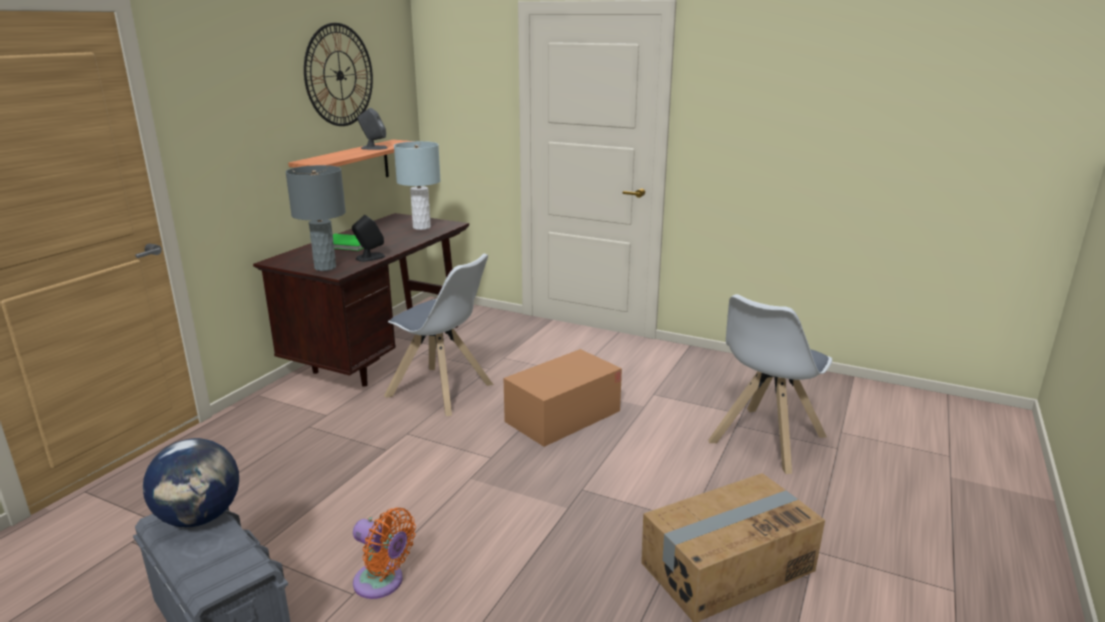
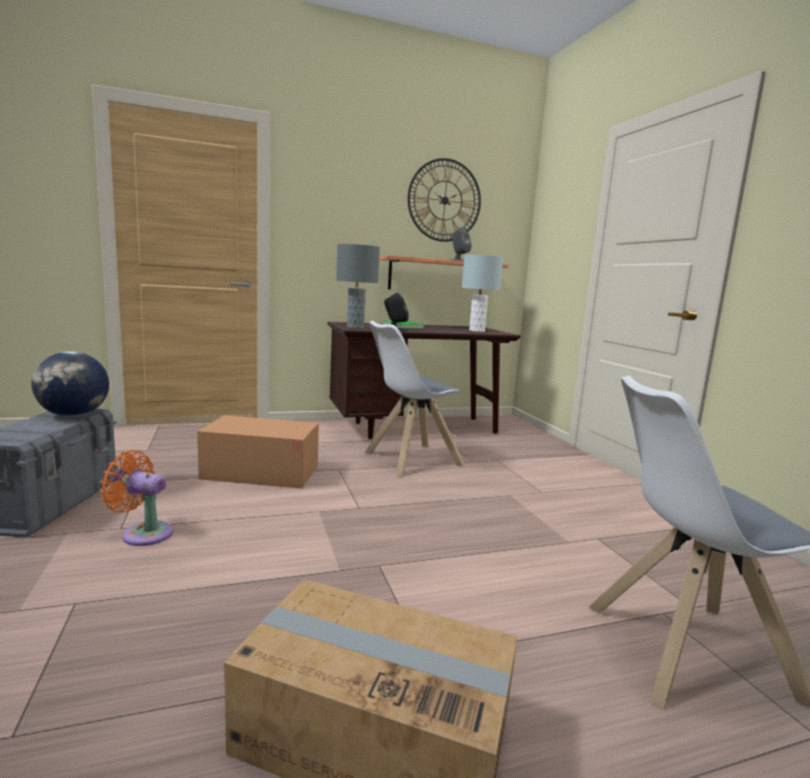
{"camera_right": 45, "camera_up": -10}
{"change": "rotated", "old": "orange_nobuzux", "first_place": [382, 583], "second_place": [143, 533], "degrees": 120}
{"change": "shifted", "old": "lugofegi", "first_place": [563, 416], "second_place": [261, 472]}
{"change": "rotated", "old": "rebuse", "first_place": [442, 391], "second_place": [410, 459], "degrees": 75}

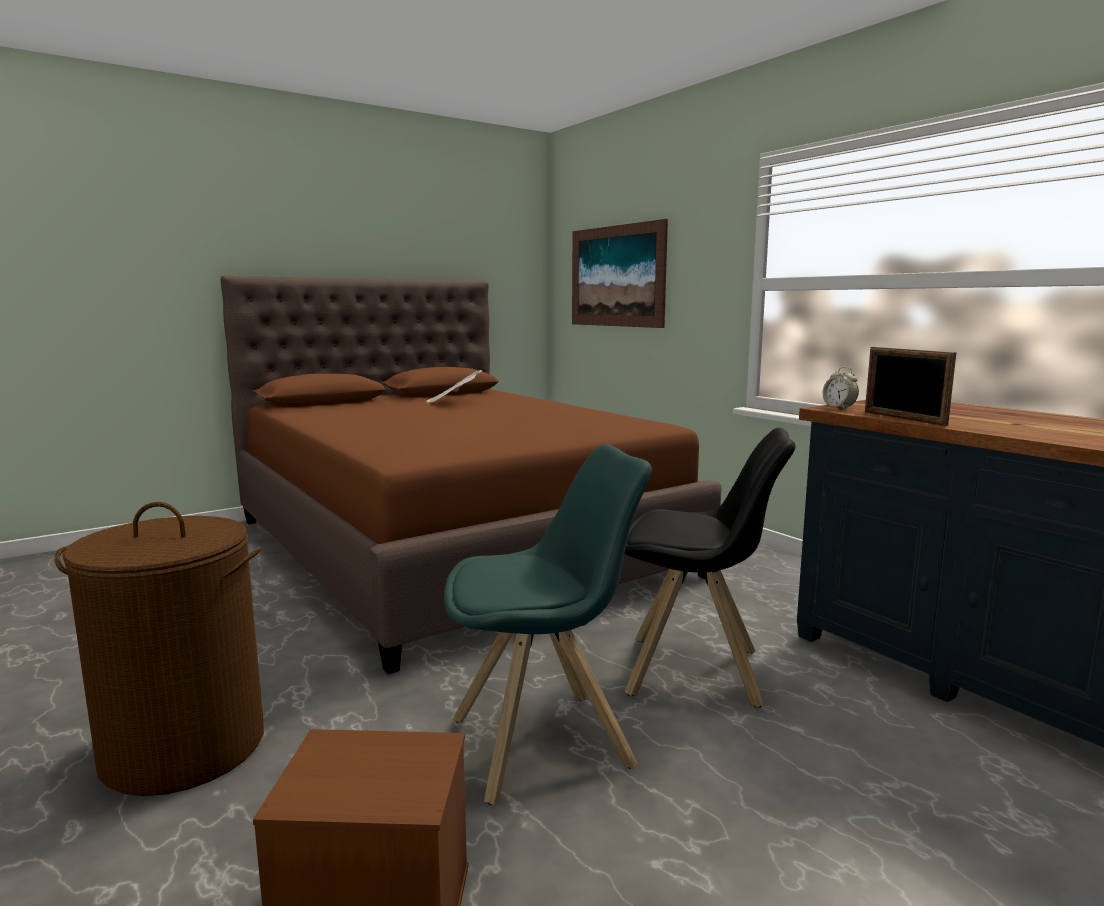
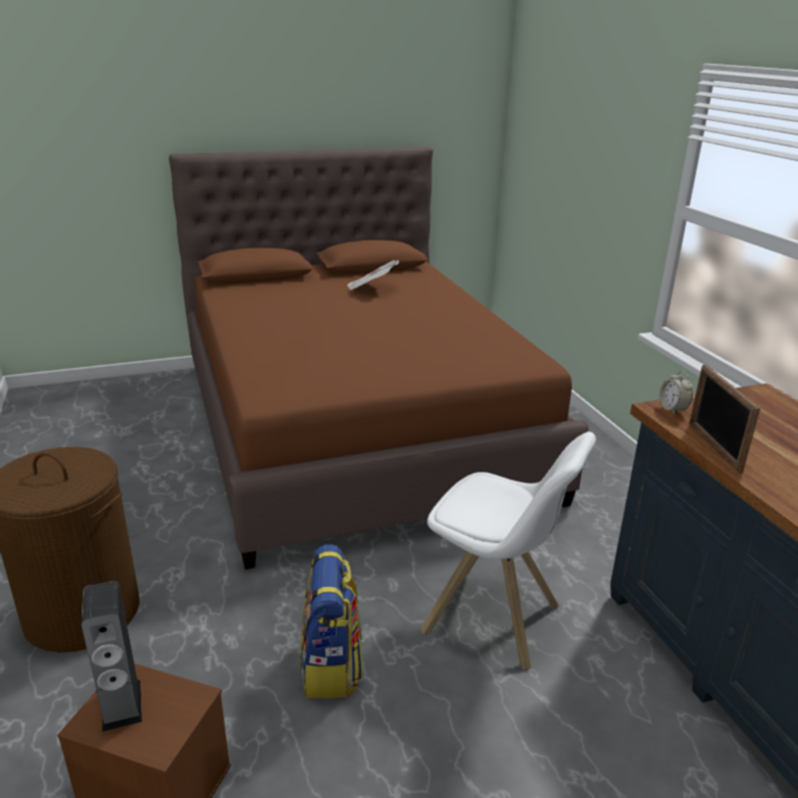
{"camera_right": 15, "camera_up": 15}
{"change": "new", "new": "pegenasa", "second_place": [122, 705]}
{"change": "swapped", "old": "turquoise_rebuse", "new": "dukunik", "first_place": [543, 743], "second_place": [332, 666]}
{"change": "repainted", "old": "black_rebuse", "new": "white_rebuse", "first_place": [695, 671], "second_place": [493, 618]}
{"change": "gone", "old": "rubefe", "first_place": [616, 276]}

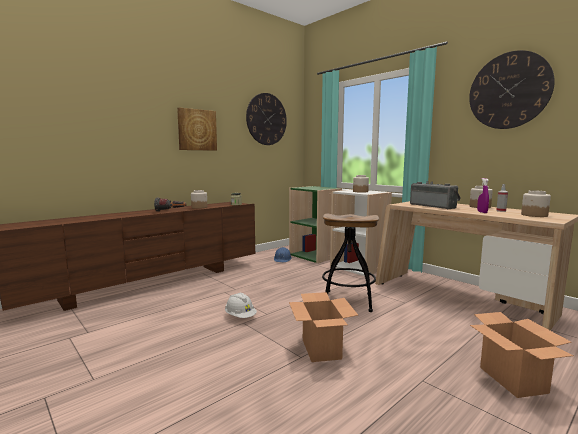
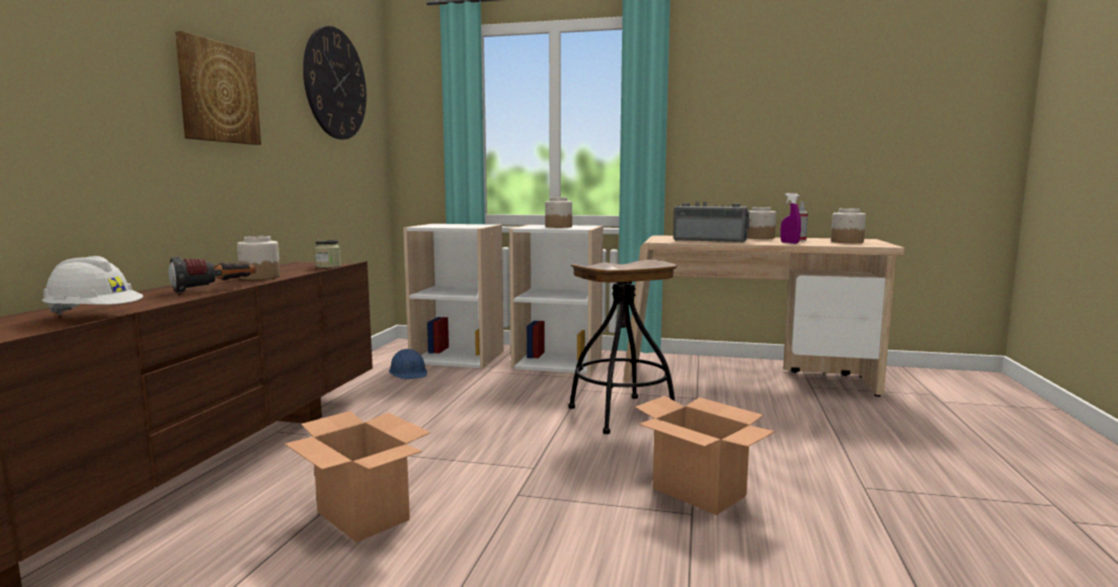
{"camera_right": -35, "camera_up": 0}
{"change": "shifted", "old": "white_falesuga", "first_place": [240, 317], "second_place": [95, 316]}
{"change": "shifted", "old": "lugofegi", "first_place": [513, 380], "second_place": [364, 516]}
{"change": "repainted", "old": "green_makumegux", "new": "white_makumegux", "first_place": [315, 255], "second_place": [459, 357]}
{"change": "gone", "old": "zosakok", "first_place": [509, 91]}

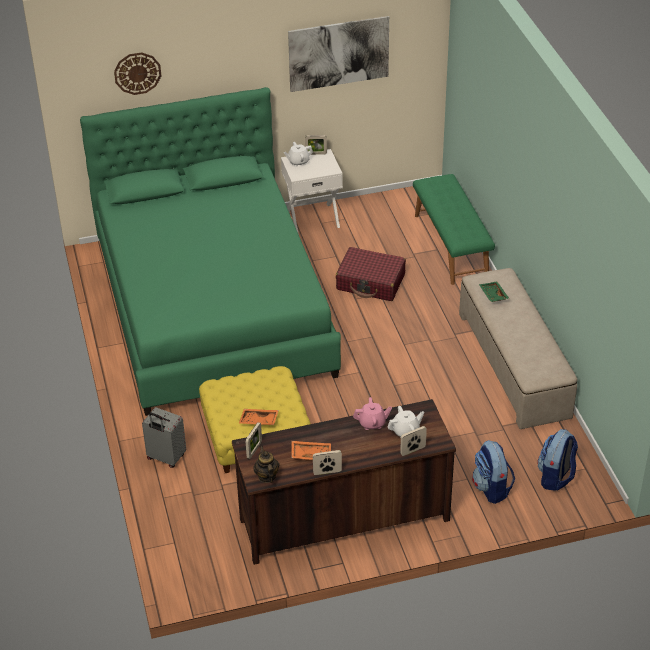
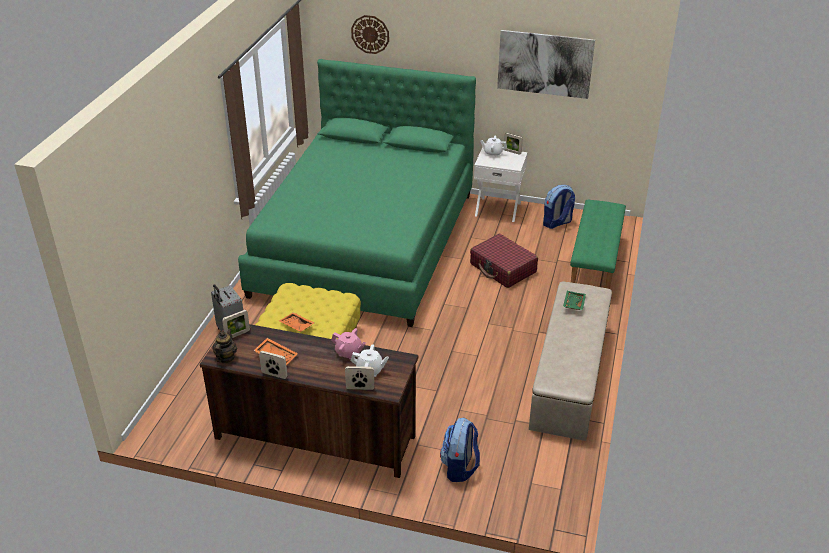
{"camera_right": 30, "camera_up": -5}
{"change": "shifted", "old": "dukunik", "first_place": [555, 477], "second_place": [557, 223]}

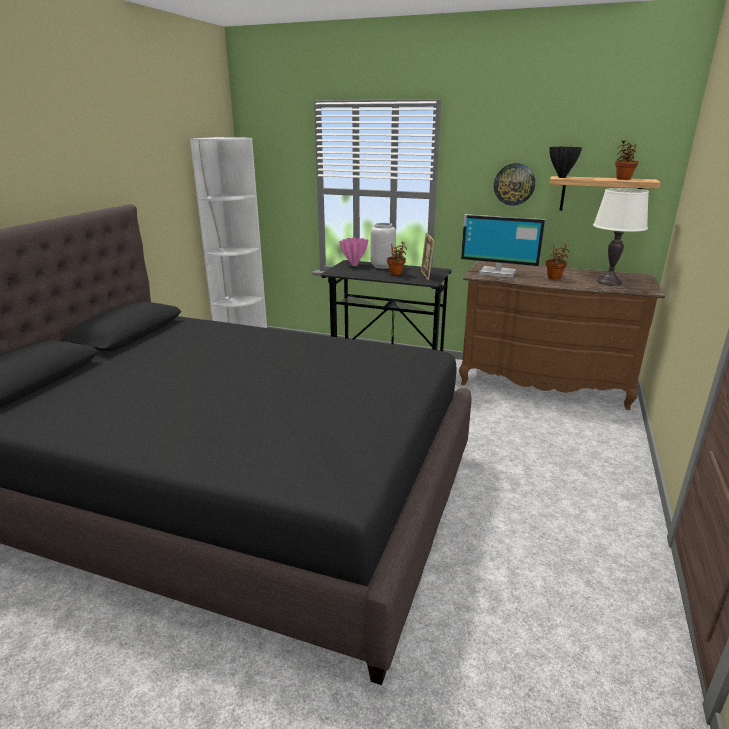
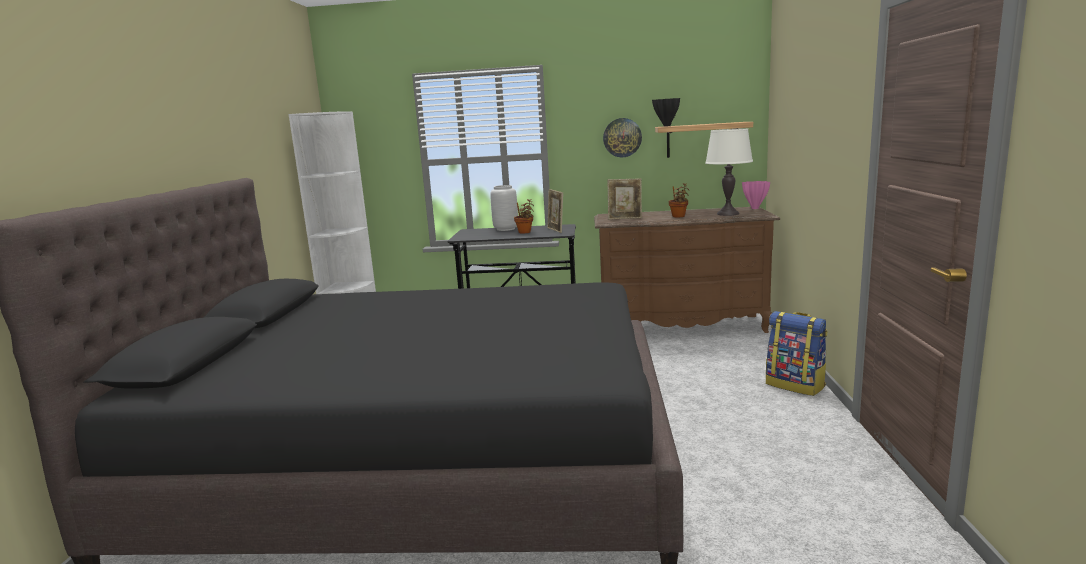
{"camera_right": -15, "camera_up": -10}
{"change": "swapped", "old": "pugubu", "new": "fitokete", "first_place": [498, 272], "second_place": [625, 218]}
{"change": "shifted", "old": "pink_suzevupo", "first_place": [354, 265], "second_place": [755, 208]}
{"change": "new", "new": "dukunik", "second_place": [795, 385]}
{"change": "gone", "old": "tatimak", "first_place": [623, 179]}

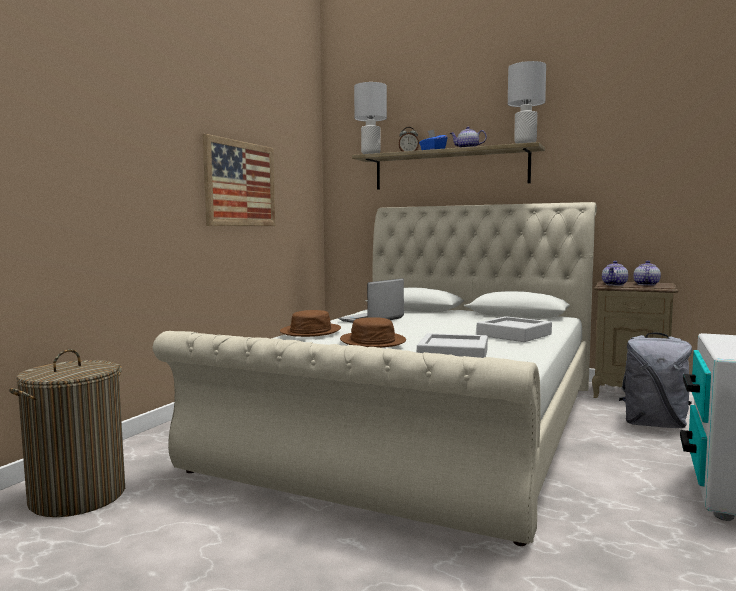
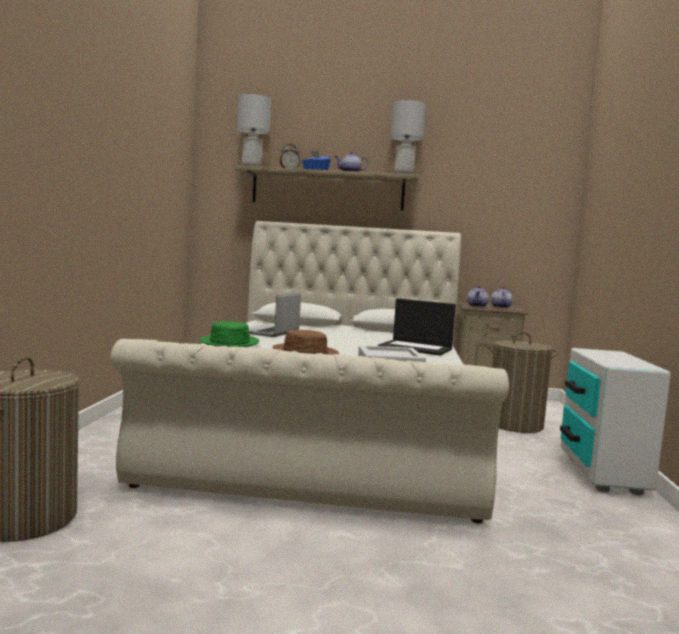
{"camera_right": -20, "camera_up": 0}
{"change": "repainted", "old": "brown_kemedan", "new": "green_kemedan", "first_place": [310, 331], "second_place": [229, 342]}
{"change": "swapped", "old": "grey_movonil", "new": "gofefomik", "first_place": [514, 335], "second_place": [416, 348]}
{"change": "swapped", "old": "grey_dukunik", "new": "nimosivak", "first_place": [654, 424], "second_place": [515, 424]}
{"change": "gone", "old": "rubefe", "first_place": [240, 184]}

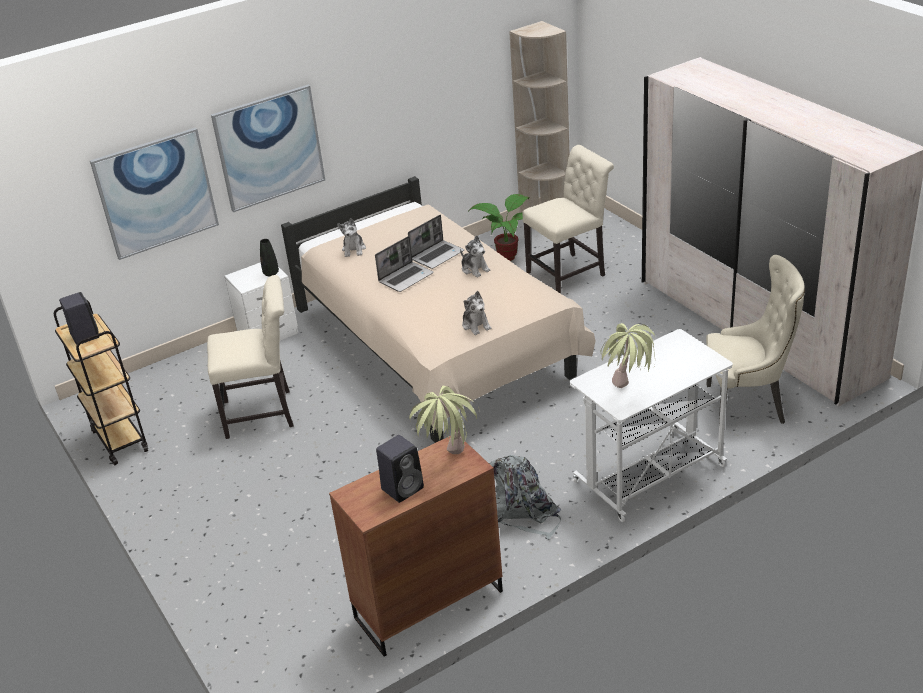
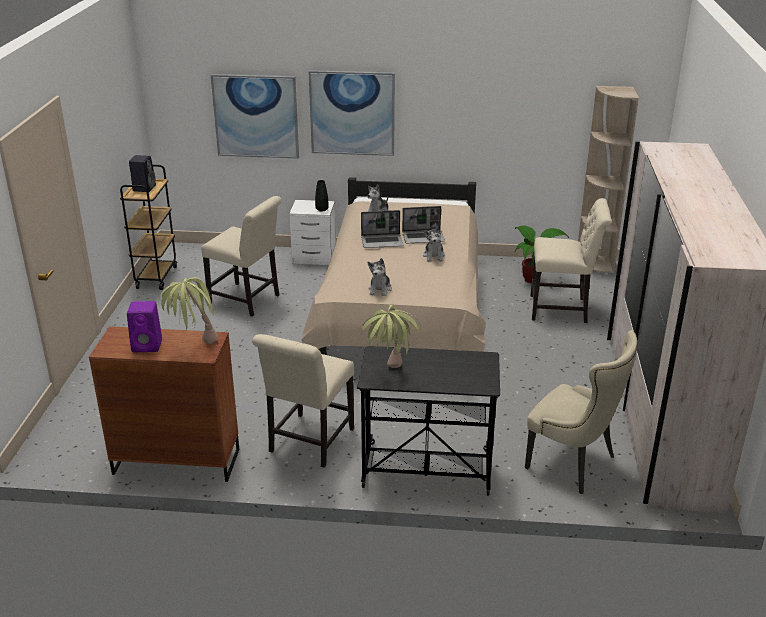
{"camera_right": 35, "camera_up": -5}
{"change": "repainted", "old": "black_pegenasa", "new": "purple_pegenasa", "first_place": [403, 488], "second_place": [148, 345]}
{"change": "swapped", "old": "grey_dukunik", "new": "beige_rebuse", "first_place": [523, 513], "second_place": [308, 443]}
{"change": "repainted", "old": "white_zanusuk", "new": "black_zanusuk", "first_place": [649, 474], "second_place": [426, 469]}

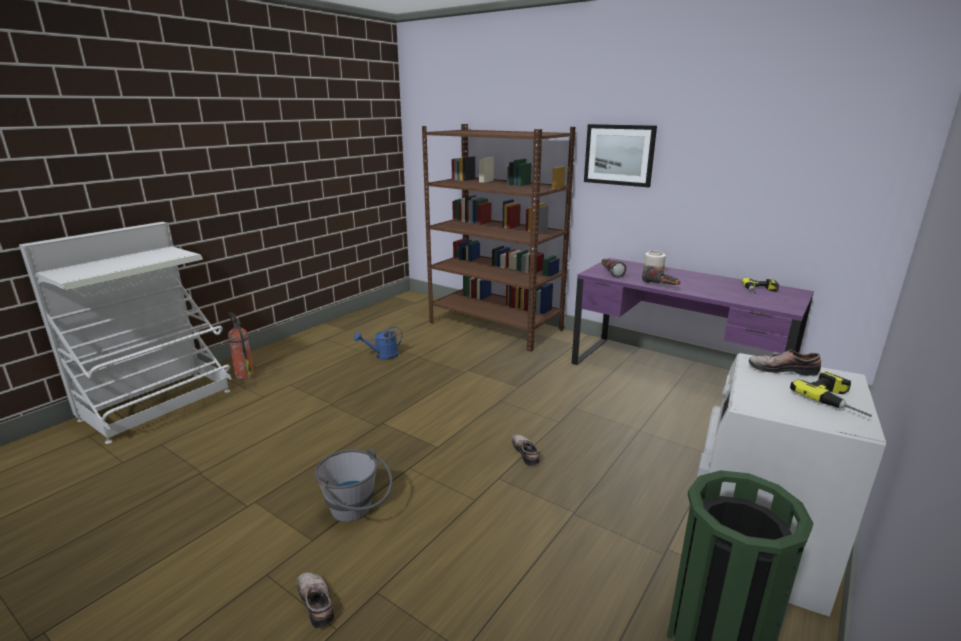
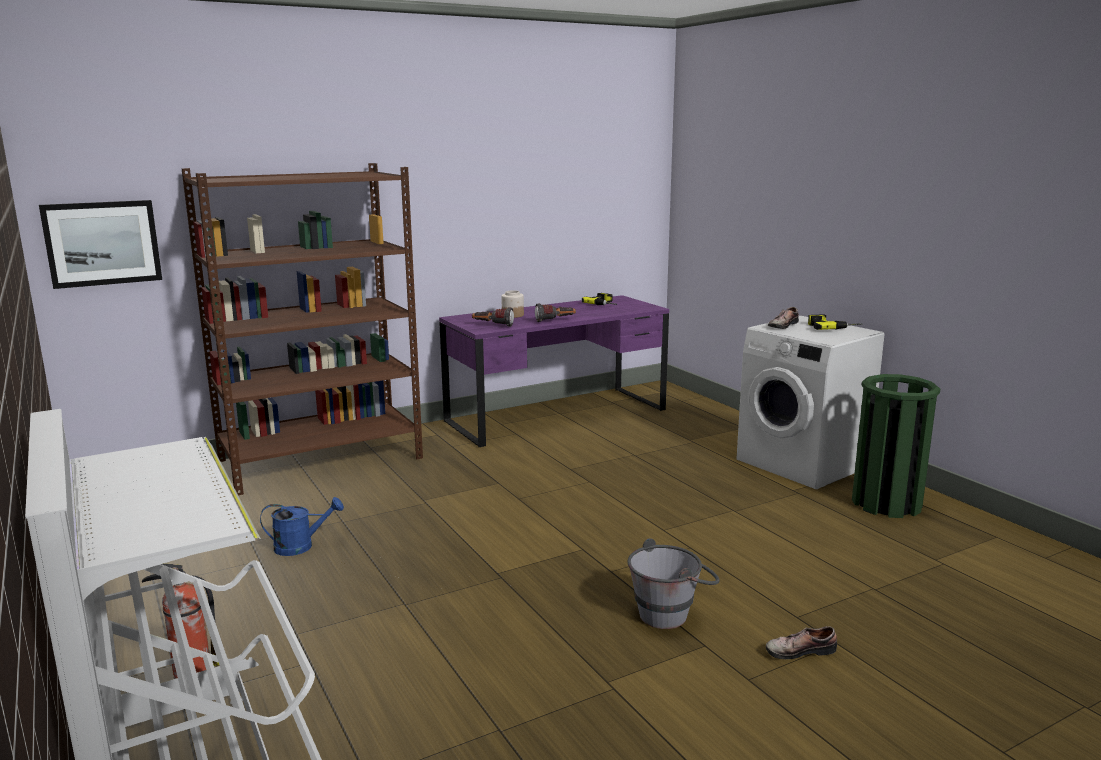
{"camera_right": -65, "camera_up": -5}
{"change": "shifted", "old": "rubefe", "first_place": [619, 155], "second_place": [102, 243]}
{"change": "rotated", "old": "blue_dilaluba", "first_place": [382, 356], "second_place": [301, 546], "degrees": -105}
{"change": "gone", "old": "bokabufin", "first_place": [527, 452]}

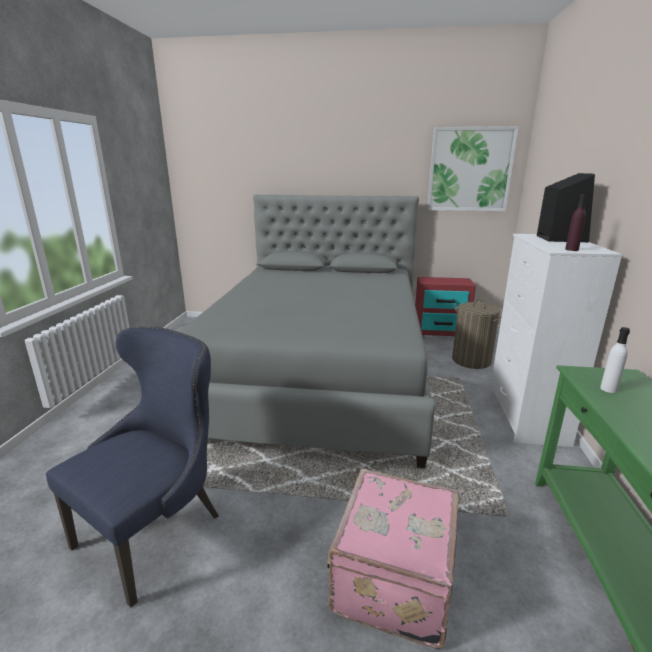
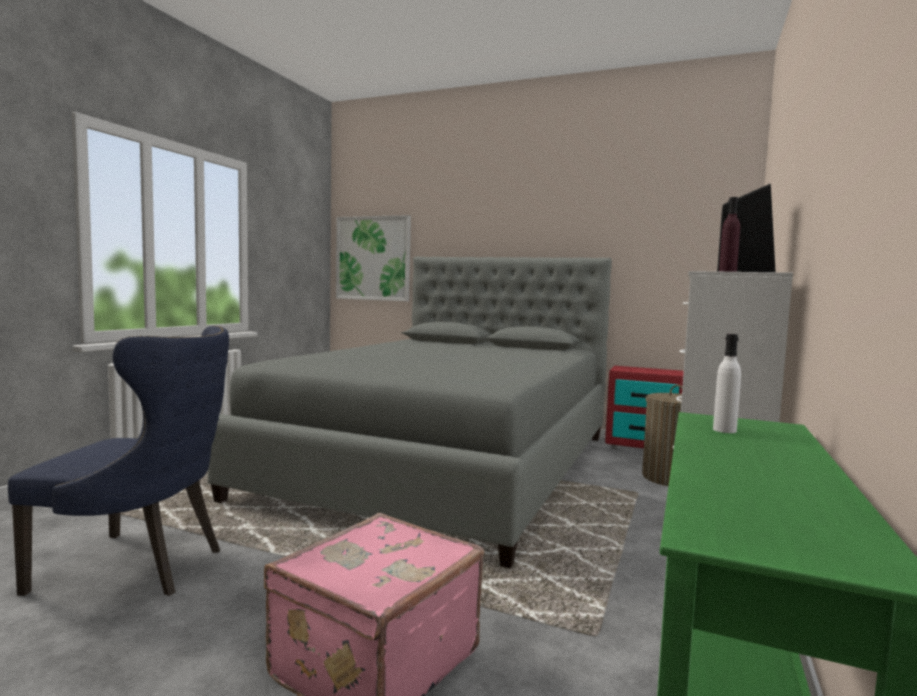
{"camera_right": 15, "camera_up": -15}
{"change": "rotated", "old": "blue_rebuse", "first_place": [156, 530], "second_place": [139, 566], "degrees": 45}
{"change": "shifted", "old": "rubefe", "first_place": [470, 170], "second_place": [373, 258]}

